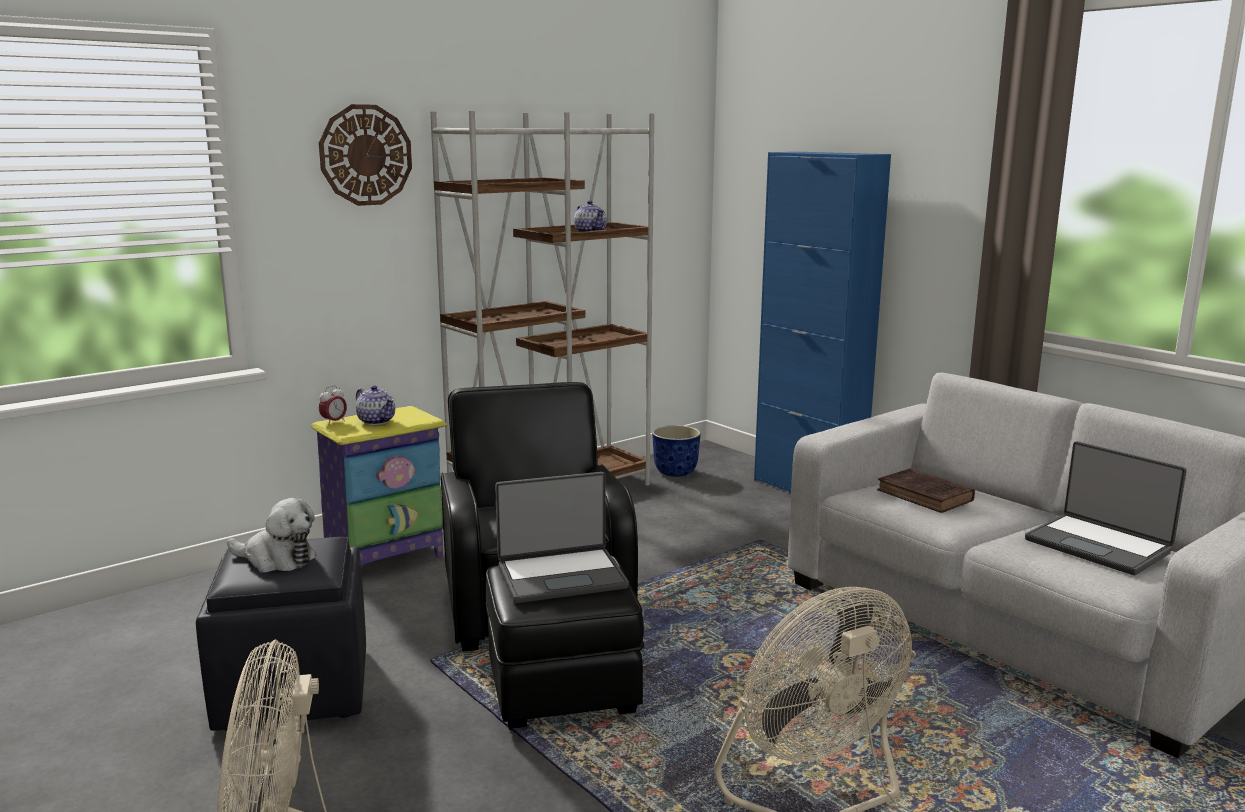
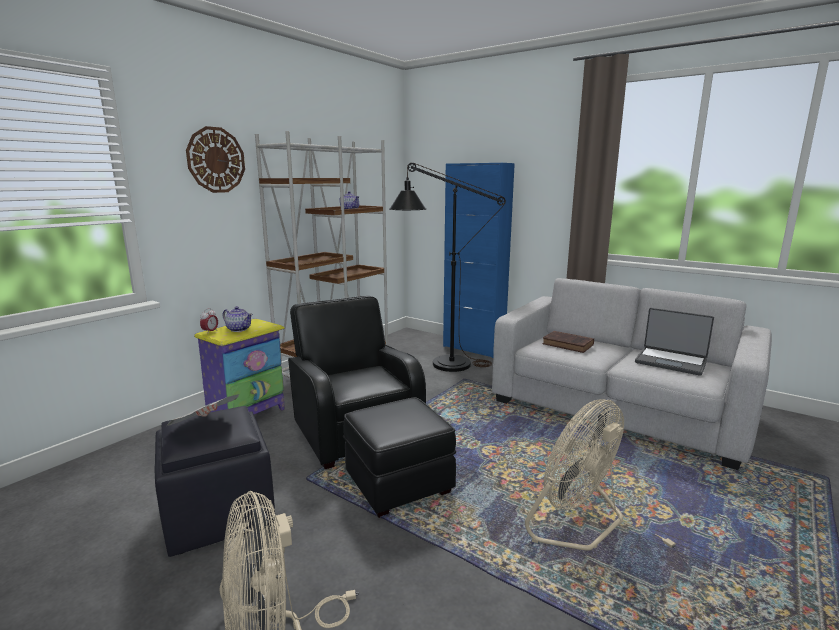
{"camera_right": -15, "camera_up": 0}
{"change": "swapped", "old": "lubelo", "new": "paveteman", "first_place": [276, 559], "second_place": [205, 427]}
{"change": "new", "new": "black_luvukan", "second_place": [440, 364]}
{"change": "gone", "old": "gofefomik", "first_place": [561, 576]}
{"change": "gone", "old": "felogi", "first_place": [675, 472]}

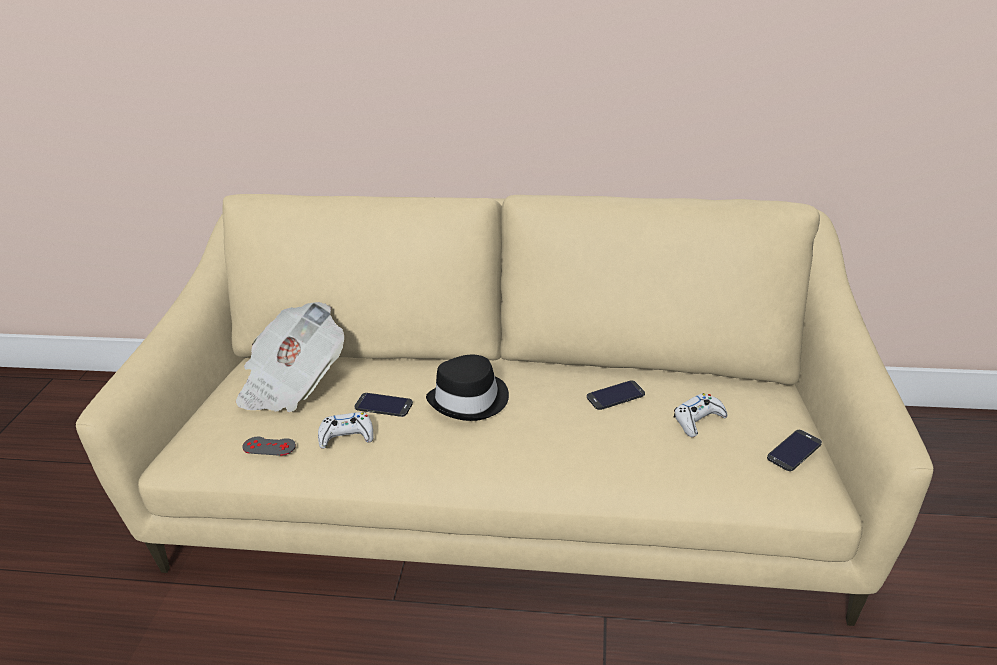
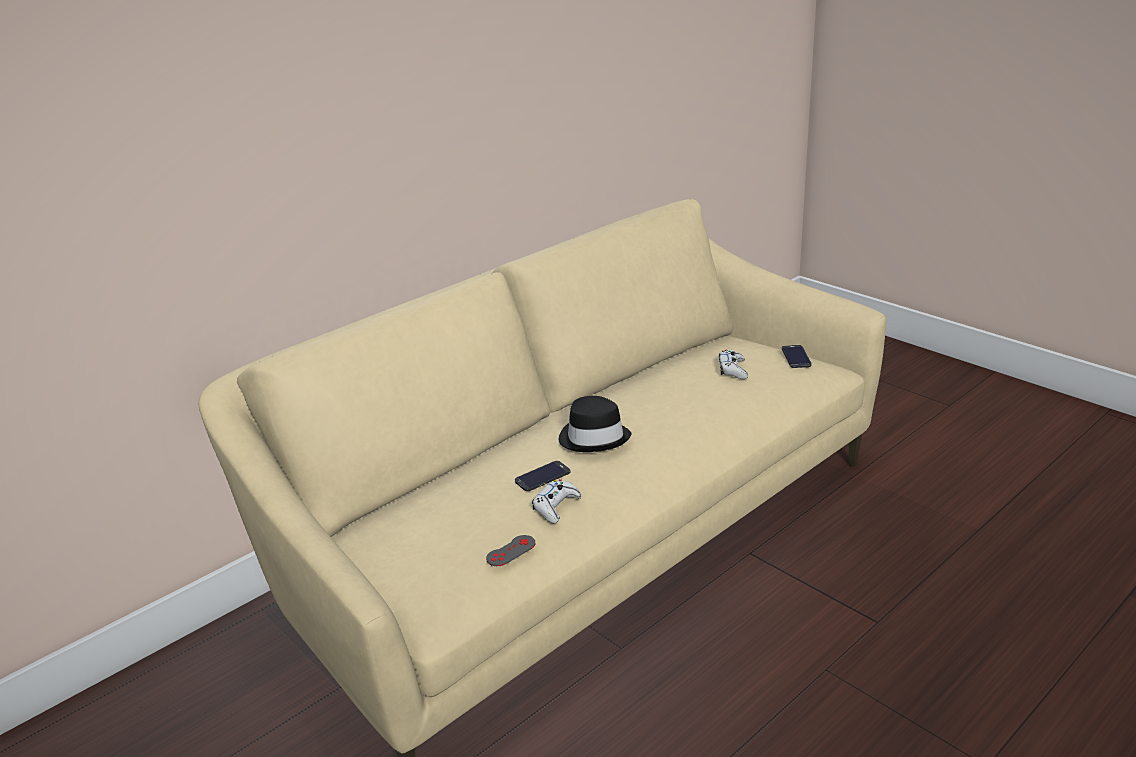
{"camera_right": -50, "camera_up": -5}
{"change": "gone", "old": "paveteman", "first_place": [292, 383]}
{"change": "gone", "old": "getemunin", "first_place": [615, 395]}

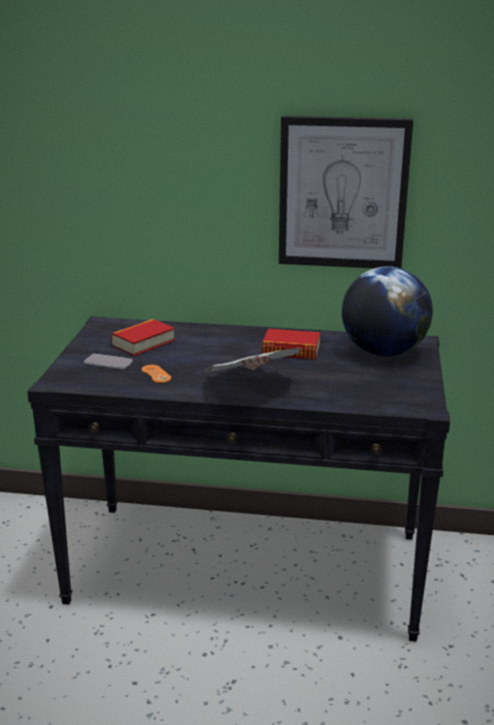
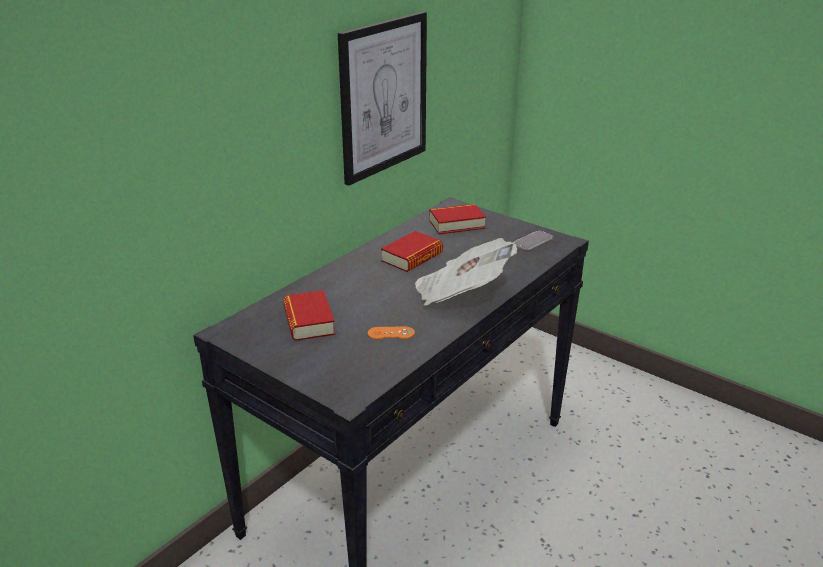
{"camera_right": -60, "camera_up": 5}
{"change": "swapped", "old": "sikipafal", "new": "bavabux", "first_place": [383, 352], "second_place": [456, 224]}
{"change": "shifted", "old": "getemunin", "first_place": [108, 363], "second_place": [533, 241]}

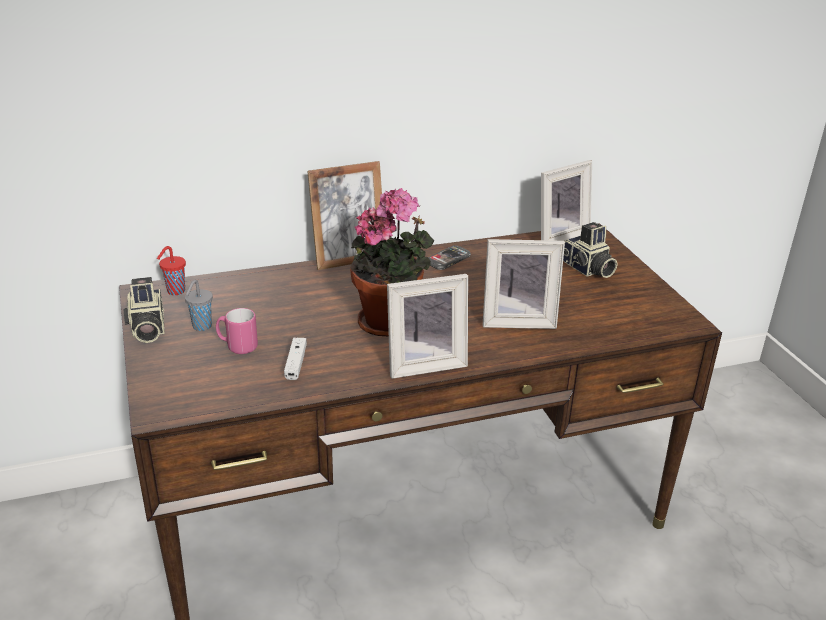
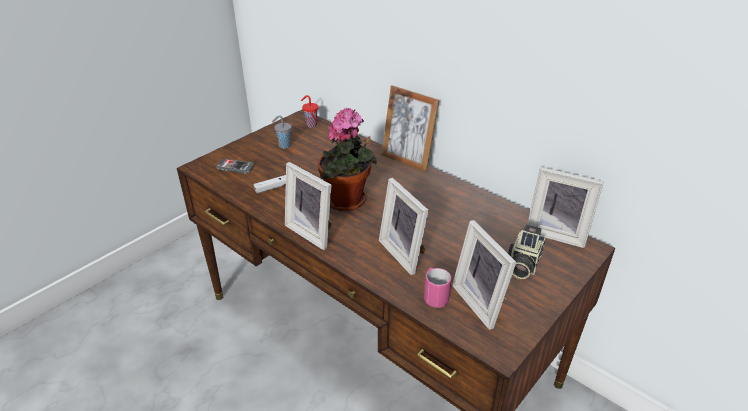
{"camera_right": 60, "camera_up": 5}
{"change": "shifted", "old": "getemunin", "first_place": [448, 259], "second_place": [235, 167]}
{"change": "shifted", "old": "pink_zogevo", "first_place": [237, 346], "second_place": [434, 296]}
{"change": "new", "new": "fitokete", "second_place": [482, 302]}
{"change": "gone", "old": "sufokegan", "first_place": [146, 329]}

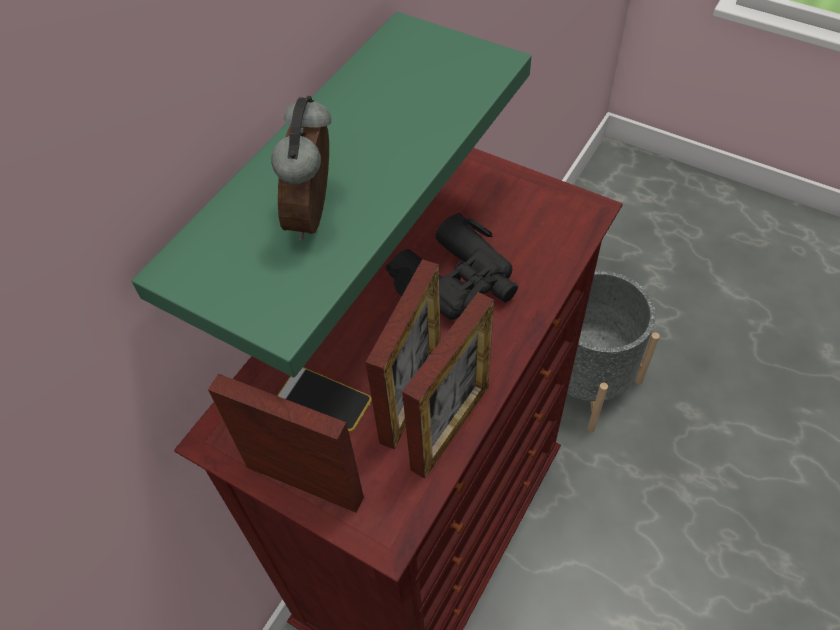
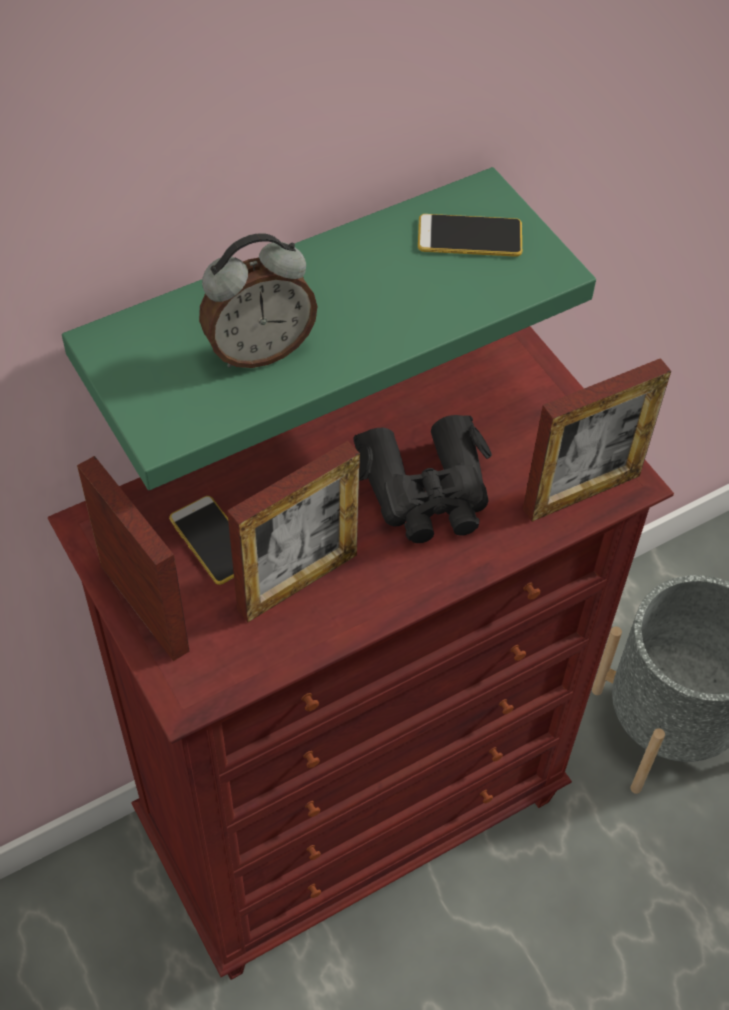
{"camera_right": 25, "camera_up": 0}
{"change": "rotated", "old": "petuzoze", "first_place": [316, 215], "second_place": [259, 349], "degrees": -150}
{"change": "new", "new": "getemunin", "second_place": [470, 237]}
{"change": "shifted", "old": "fitokete", "first_place": [450, 427], "second_place": [581, 492]}

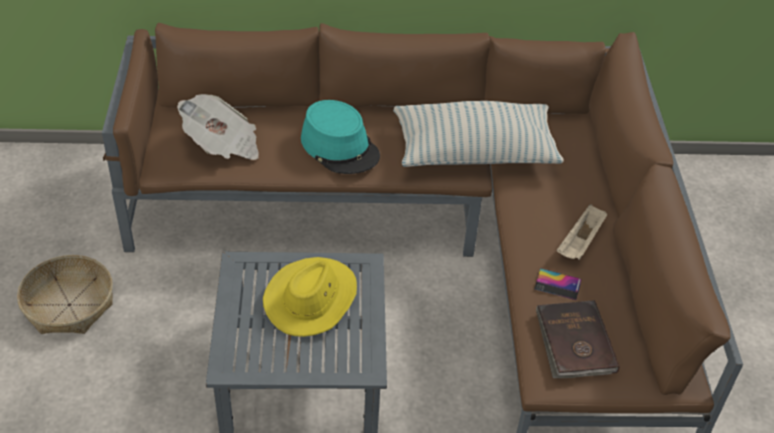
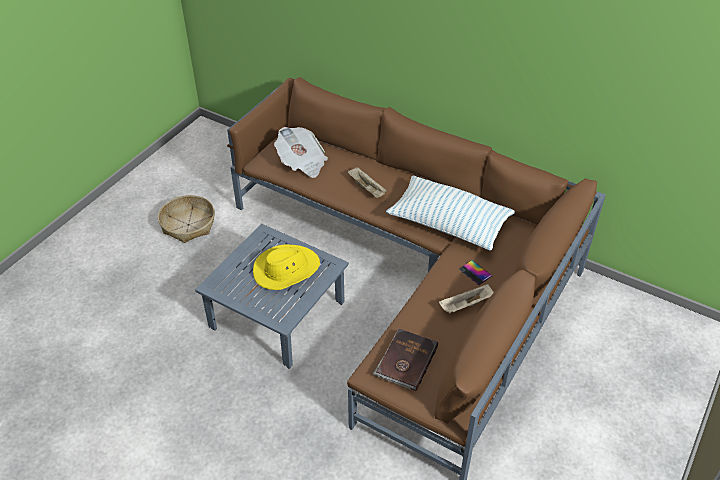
{"camera_right": 35, "camera_up": 0}
{"change": "swapped", "old": "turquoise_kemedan", "new": "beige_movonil", "first_place": [340, 147], "second_place": [367, 189]}
{"change": "shifted", "old": "getemunin", "first_place": [557, 284], "second_place": [475, 272]}

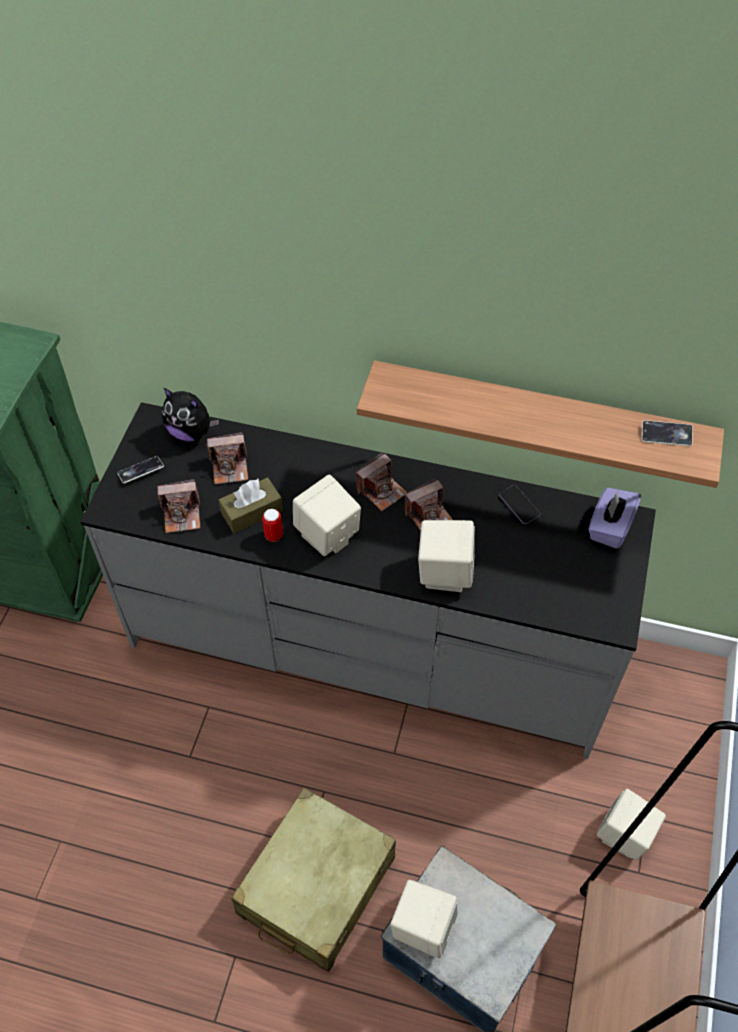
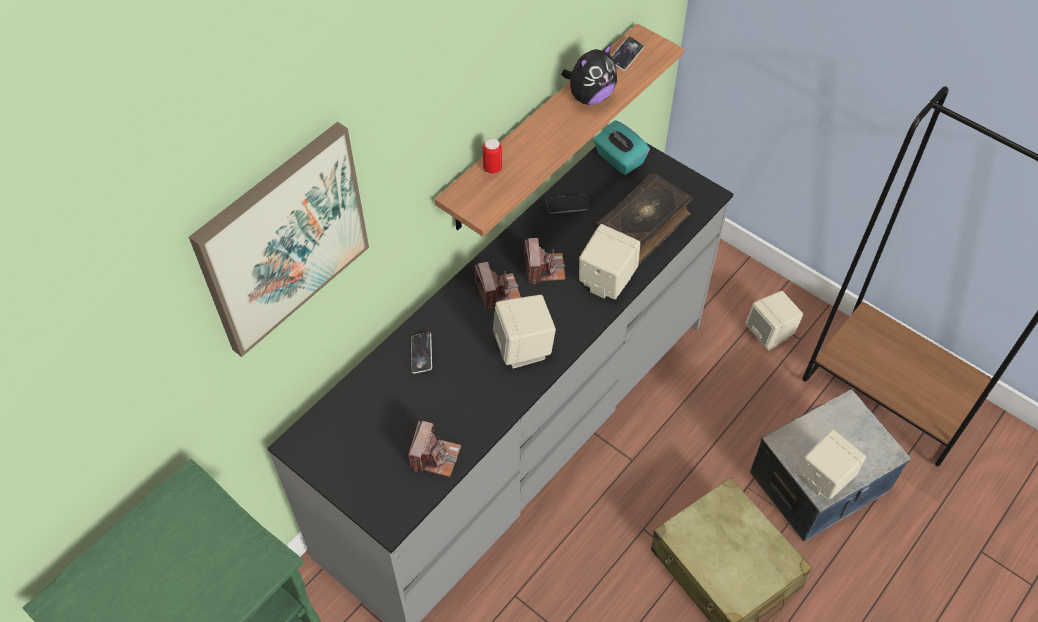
{"camera_right": -65, "camera_up": 0}
{"change": "new", "new": "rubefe", "second_place": [283, 239]}
{"change": "shifted", "old": "getemunin", "first_place": [141, 471], "second_place": [421, 354]}
{"change": "shifted", "old": "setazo", "first_place": [274, 535], "second_place": [492, 168]}
{"change": "shifted", "old": "lubelo", "first_place": [191, 432], "second_place": [590, 96]}
{"change": "repainted", "old": "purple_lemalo", "new": "turquoise_lemalo", "first_place": [610, 527], "second_place": [619, 159]}
{"change": "new", "new": "bavabux", "second_place": [644, 226]}
{"change": "gone", "old": "sufokegan", "first_place": [230, 467]}
{"change": "gone", "old": "brown_lemalo", "first_place": [252, 512]}

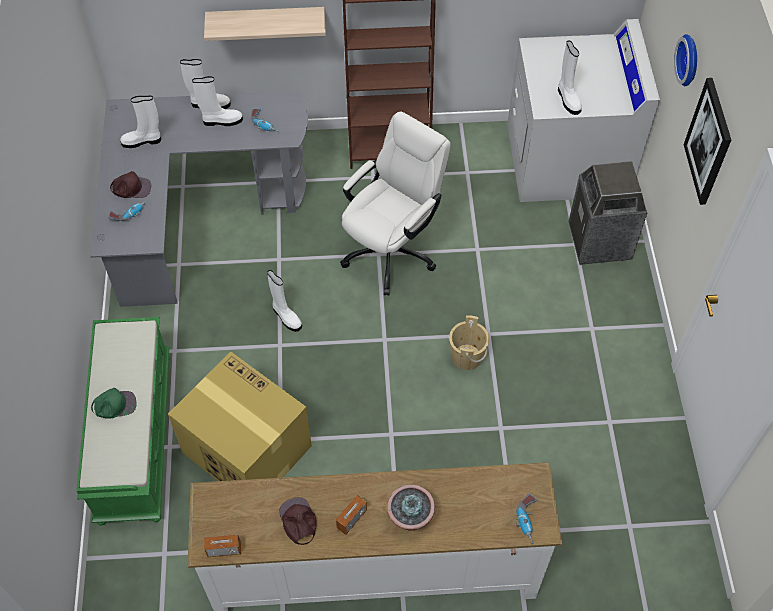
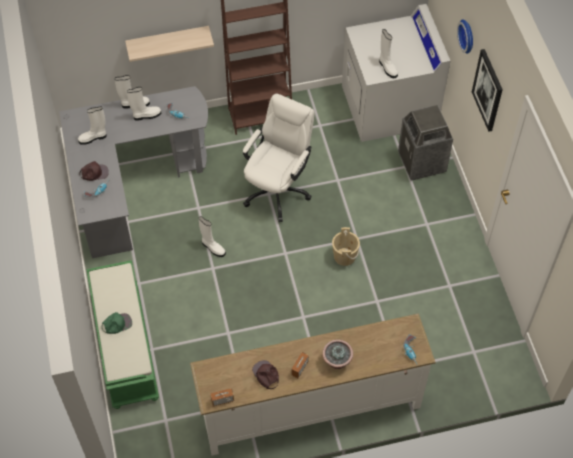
{"camera_right": -10, "camera_up": 0}
{"change": "gone", "old": "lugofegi", "first_place": [245, 448]}

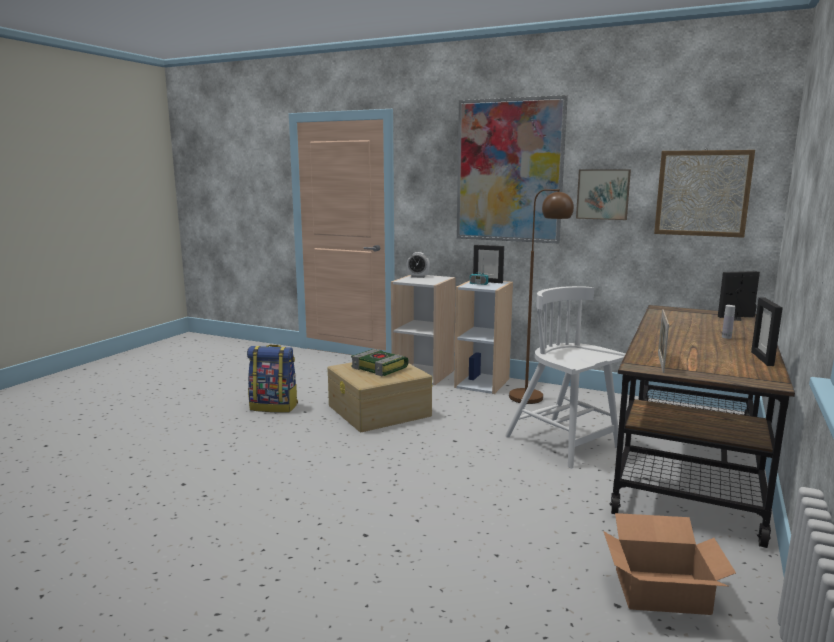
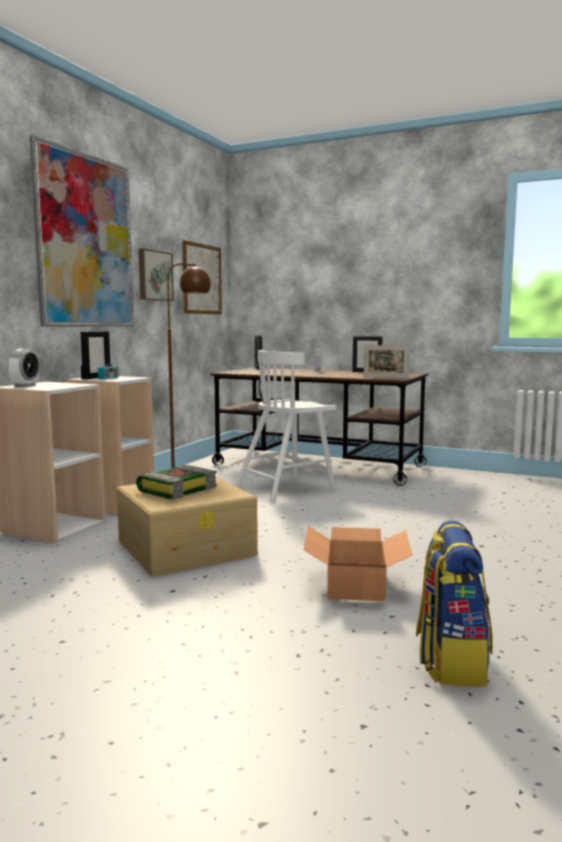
{"camera_right": -90, "camera_up": -5}
{"change": "shifted", "old": "lugofegi", "first_place": [660, 590], "second_place": [354, 585]}
{"change": "shifted", "old": "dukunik", "first_place": [274, 407], "second_place": [450, 660]}

